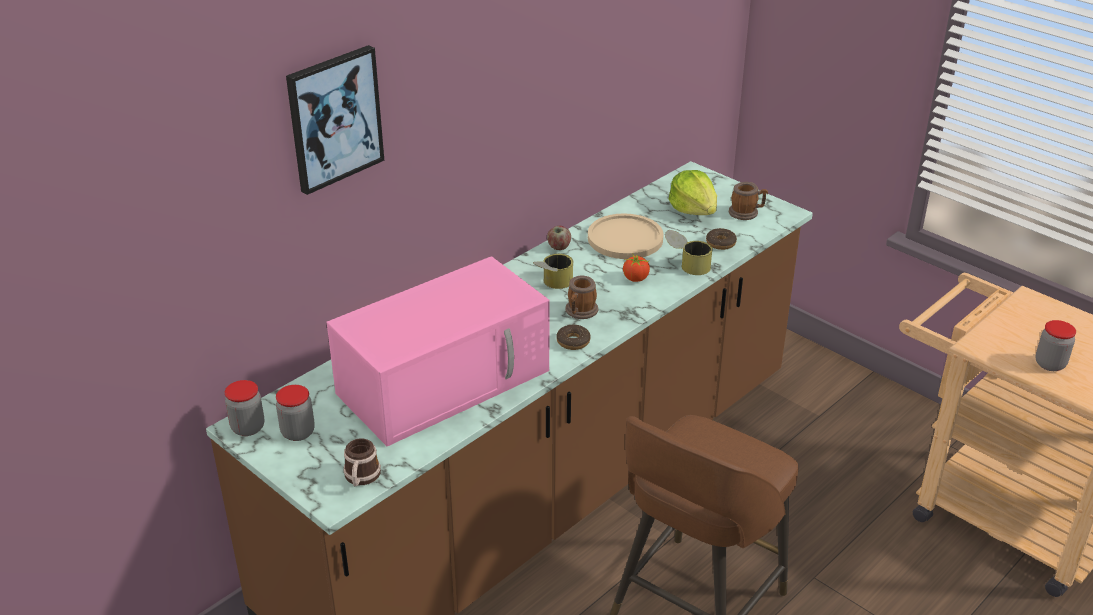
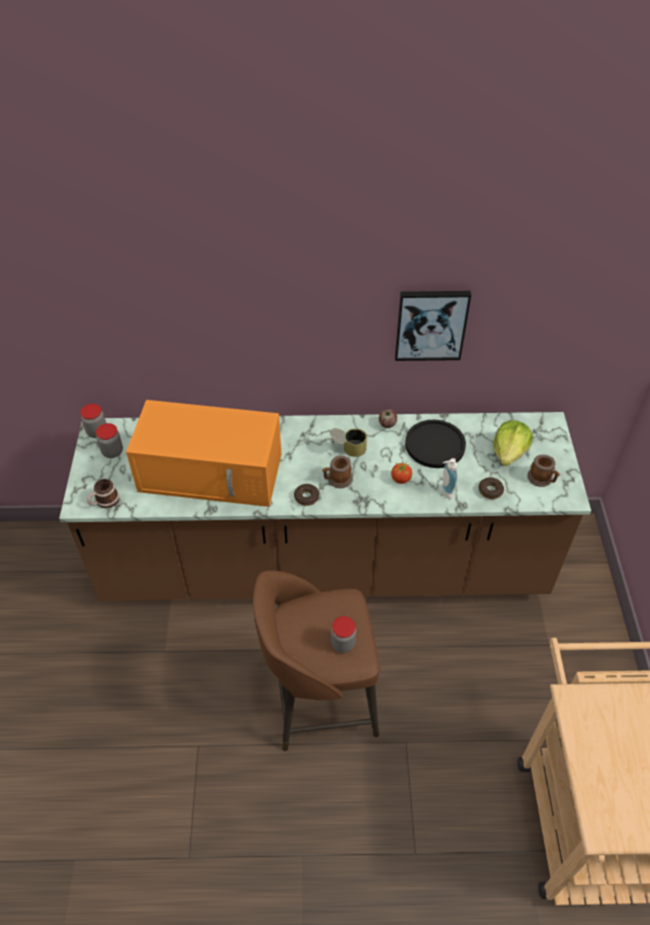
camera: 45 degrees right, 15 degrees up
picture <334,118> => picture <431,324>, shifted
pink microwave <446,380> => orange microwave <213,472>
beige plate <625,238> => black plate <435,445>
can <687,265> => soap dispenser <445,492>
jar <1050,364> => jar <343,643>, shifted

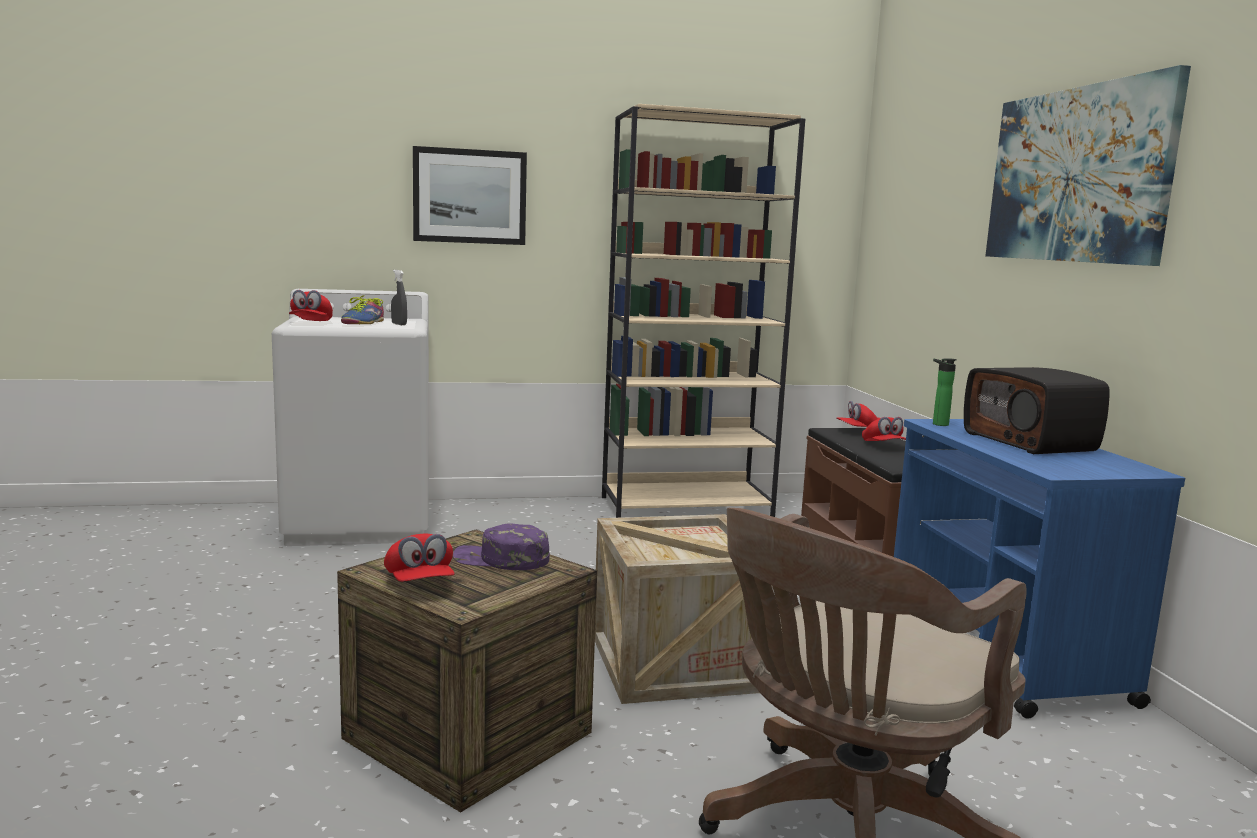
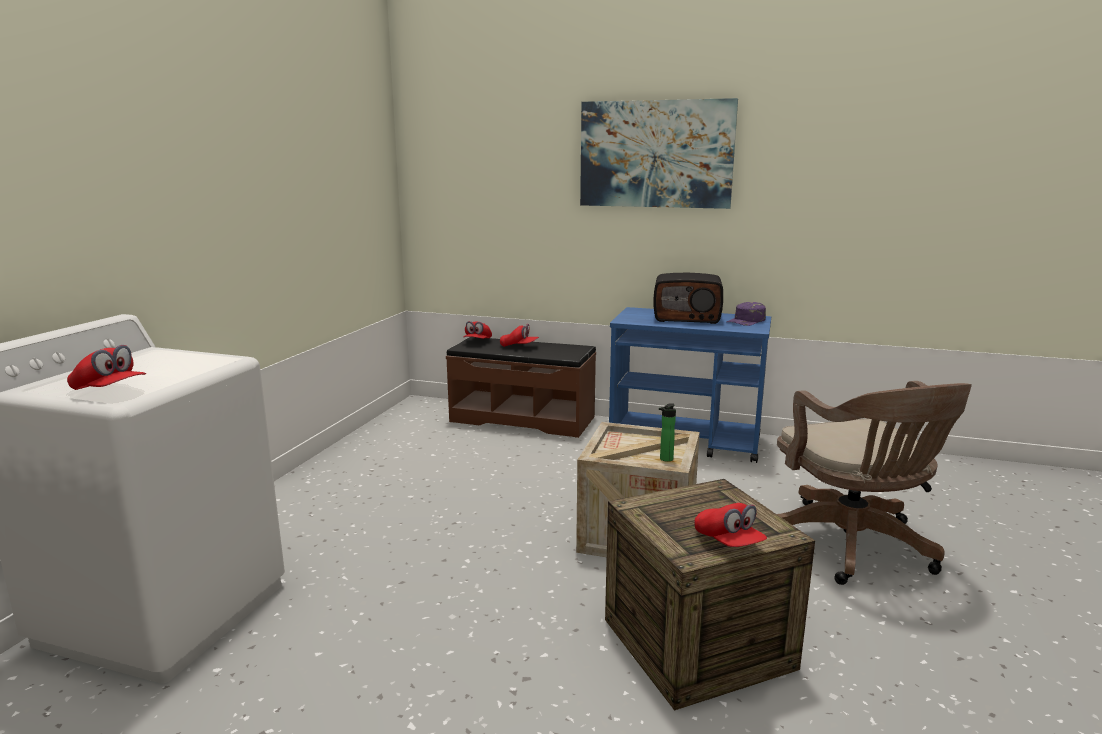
camera: 60 degrees left, 5 degrees up
shoe <364,323> => nothing
red cap <419,583> => red cap <728,542>, 60 degrees clockwise
grey spray bottle <399,324> => nothing
picture <470,196> => nothing
purple cap <501,559> => purple cap <746,321>, shifted
beige bookcase <687,507> => nothing
bottle <937,424> => bottle <665,459>, shifted

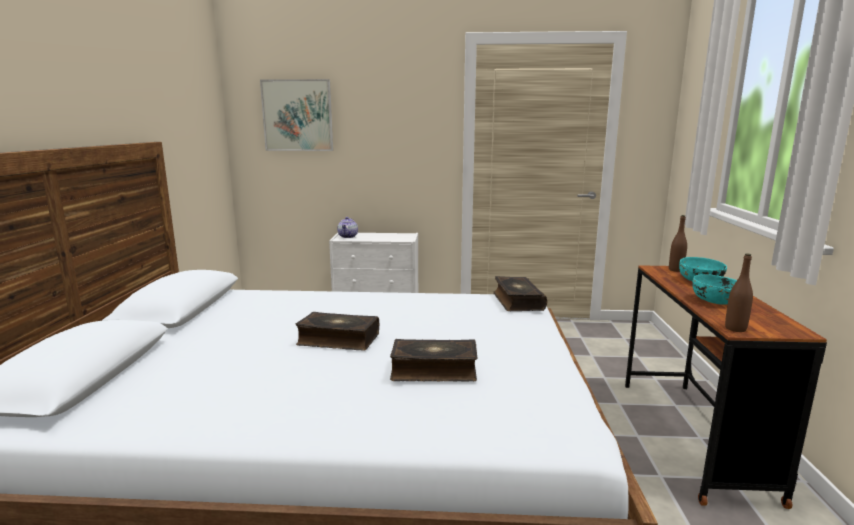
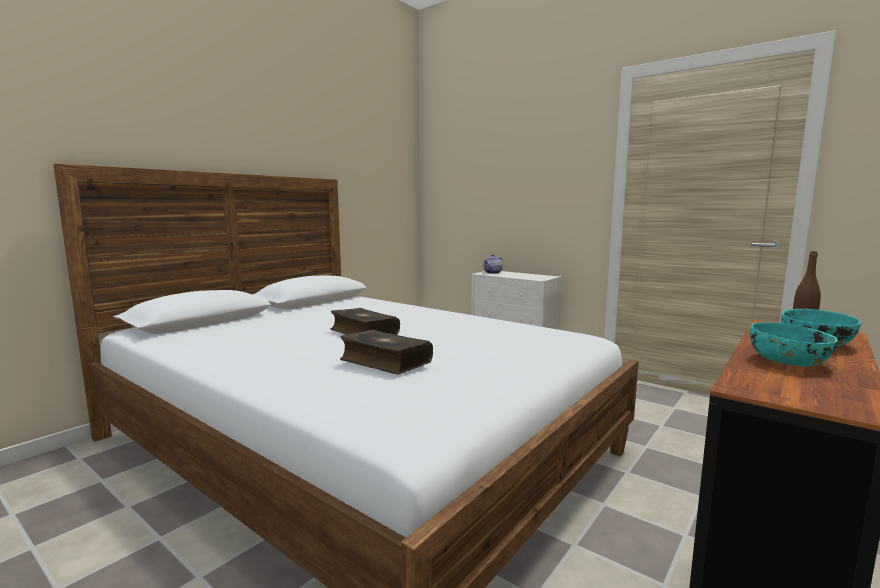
camera: 35 degrees right, 5 degrees down
picture <297,115> => nothing
book <517,301> => nothing
brown bottle <735,328> => nothing

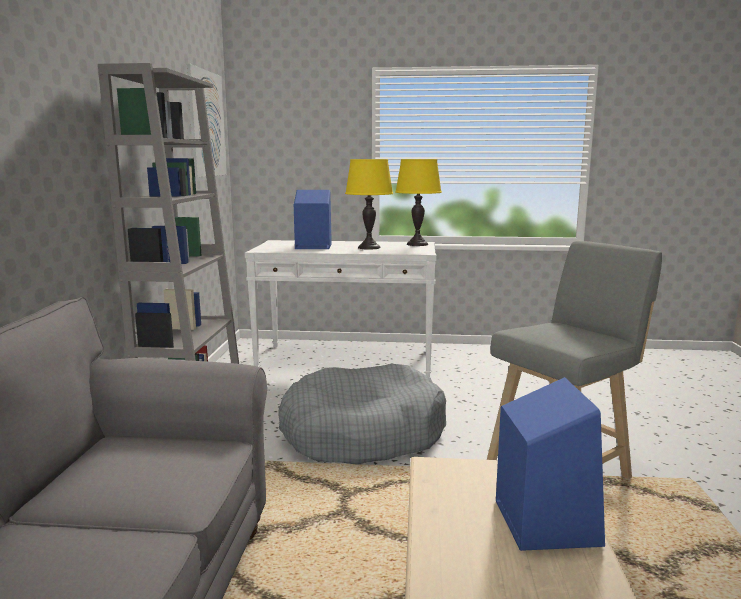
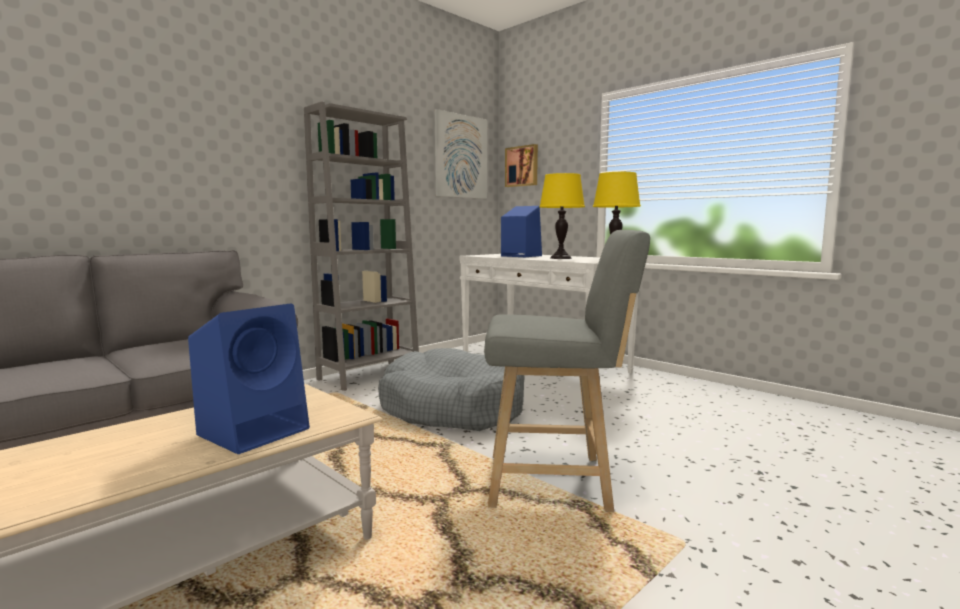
camera: 40 degrees right, 5 degrees down
nothing => picture <522,166>

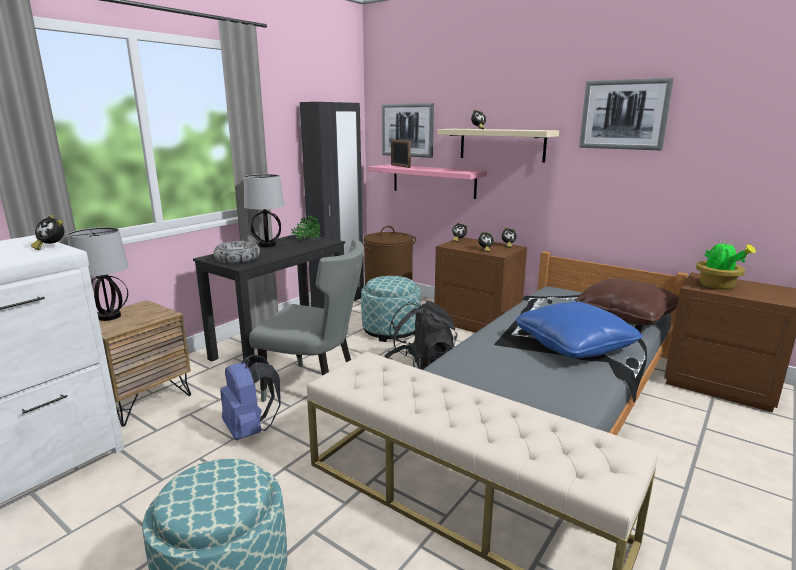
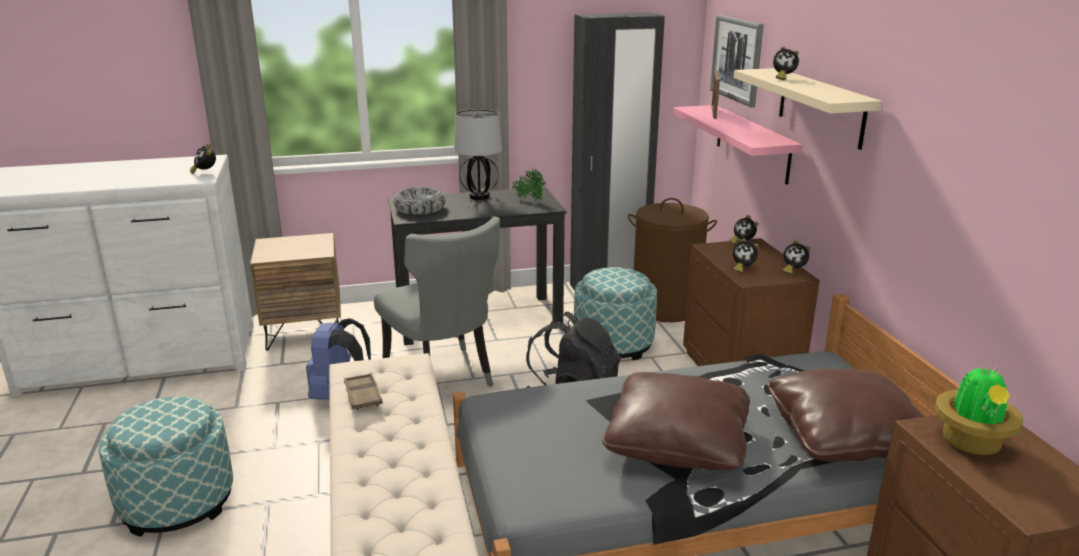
camera: 40 degrees right, 5 degrees up
table lamp <109,317> => nothing
blue pillow <574,345> => brown pillow <677,442>
picture <623,114> => nothing
nothing => brown tray <363,395>

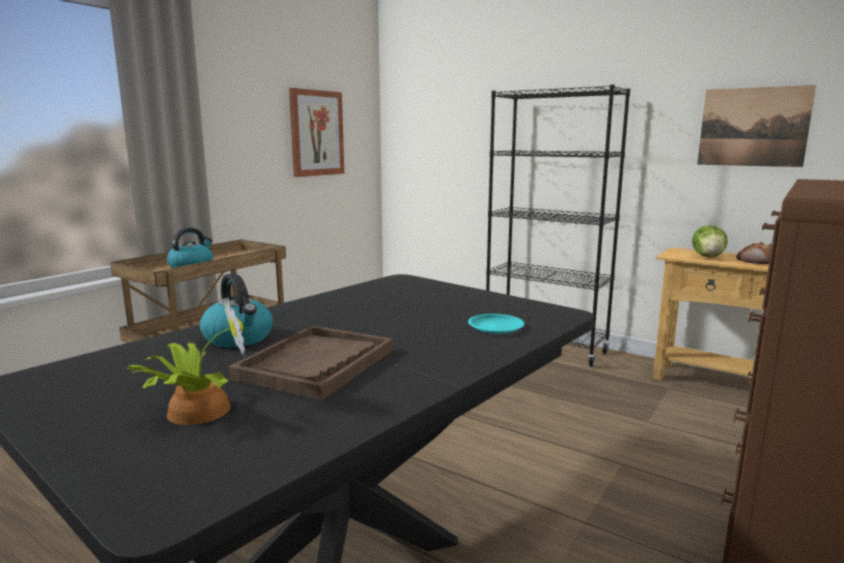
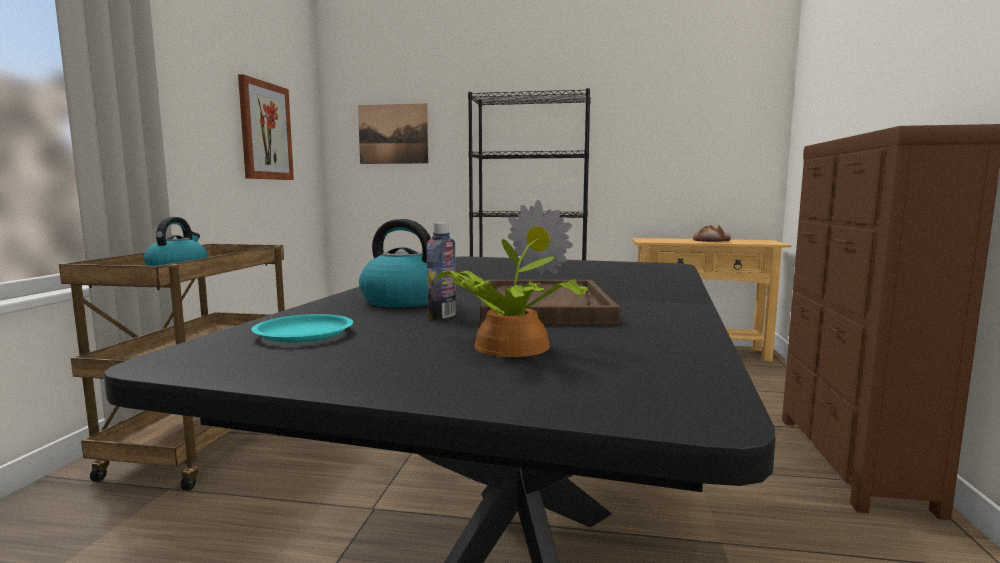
camera: 25 degrees left, 5 degrees down
turquoise plate <496,327> => turquoise plate <305,334>, shifted
lettuce <708,257> => nothing
picture <753,127> => picture <393,134>, shifted
nothing => bottle <442,316>

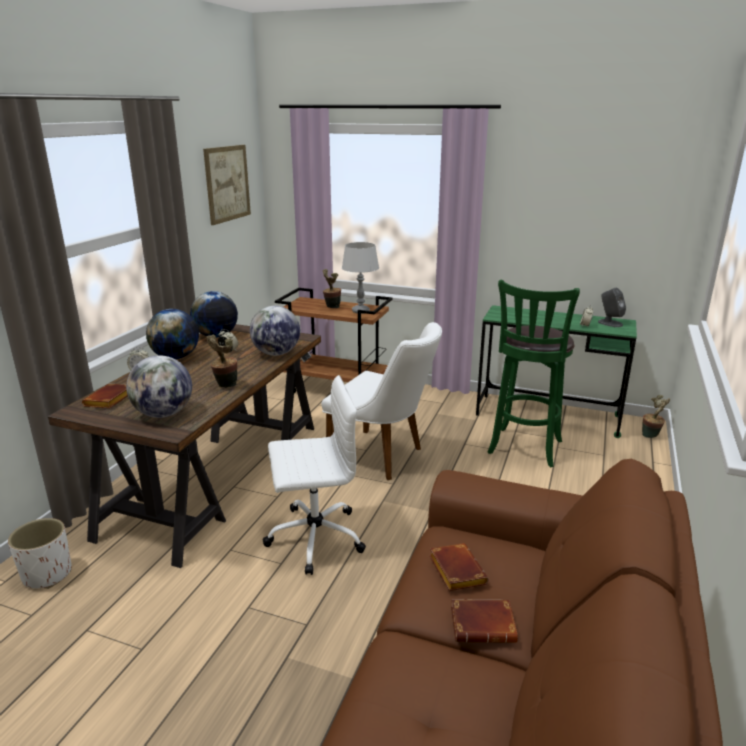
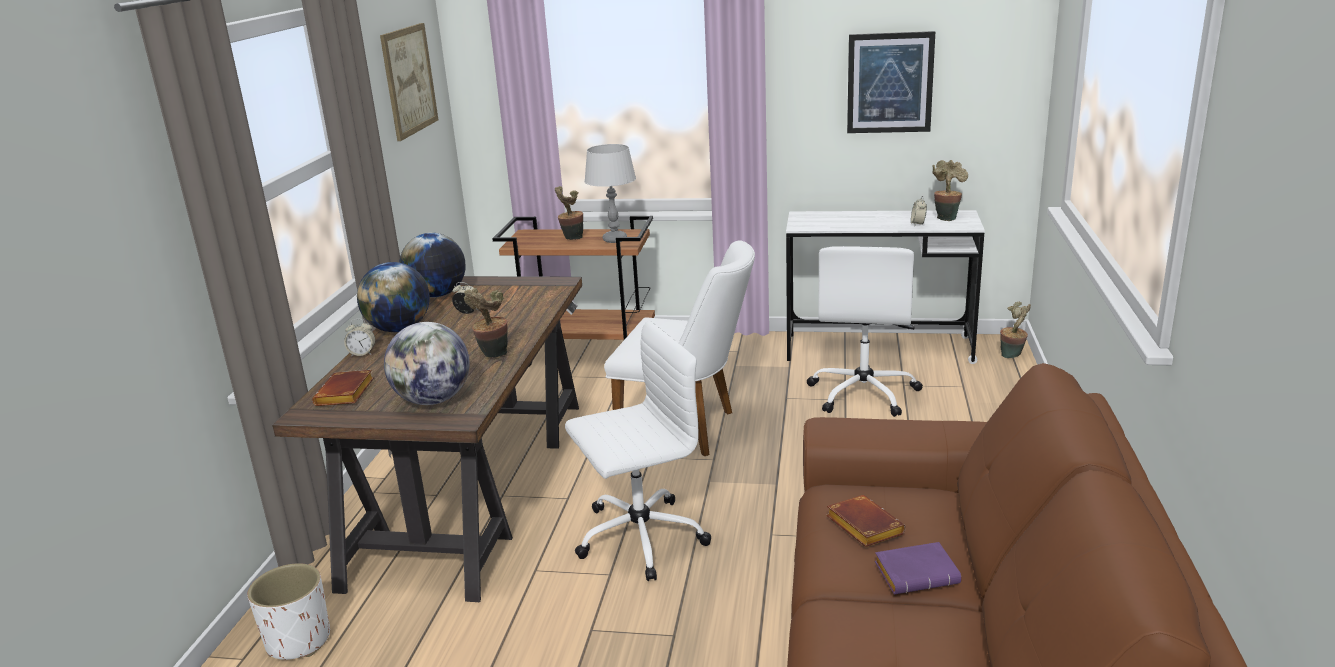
camera: 10 degrees left, 0 degrees up
globe <276,353> => nothing
brown book <484,625> => purple book <917,573>
green desk <547,415> => white desk <878,349>
green stool <524,449> => white office chair <863,393>
grey speaker <609,323> => potted plant <946,217>
nothing => picture <889,83>

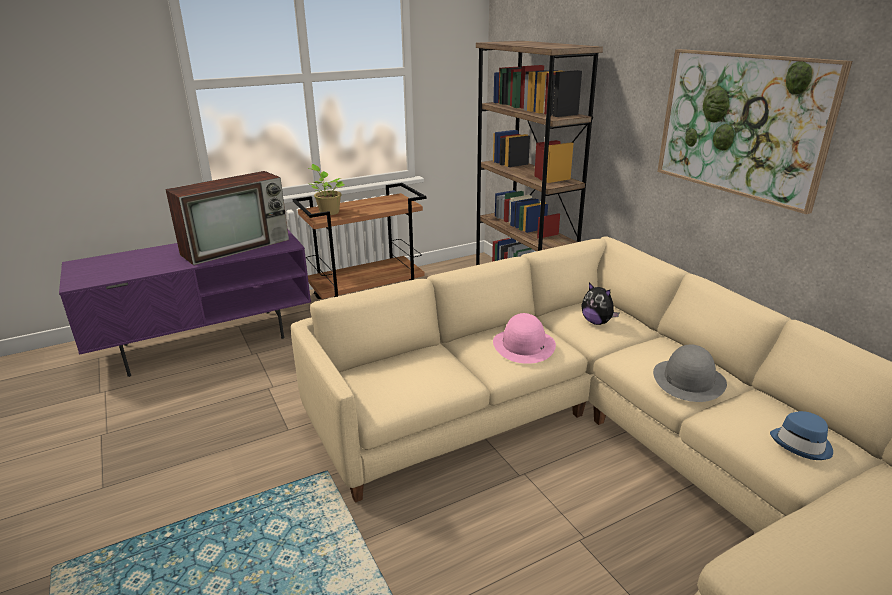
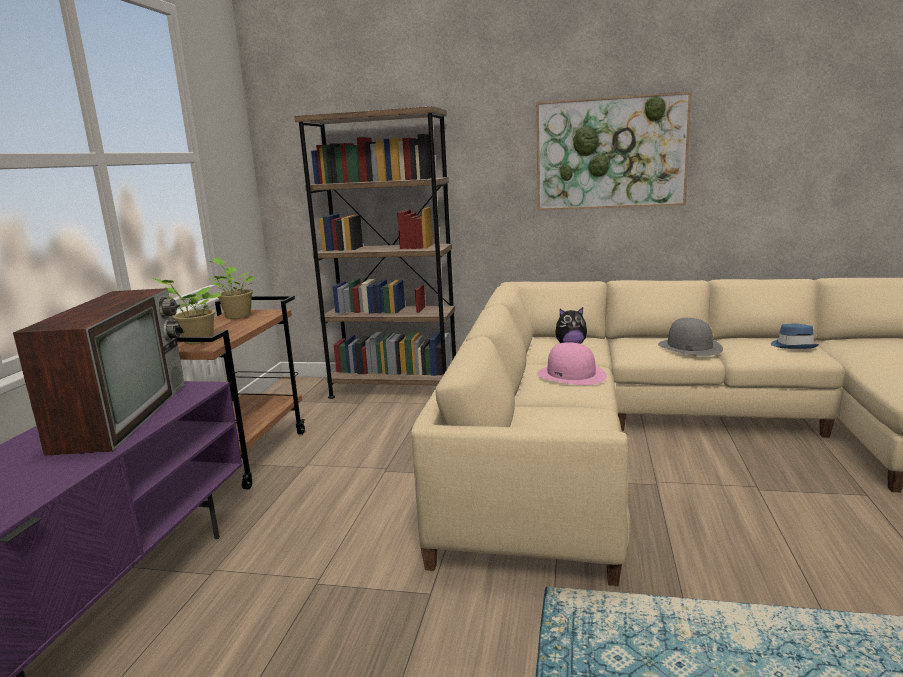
camera: 50 degrees left, 10 degrees down
nothing => potted plant <237,316>

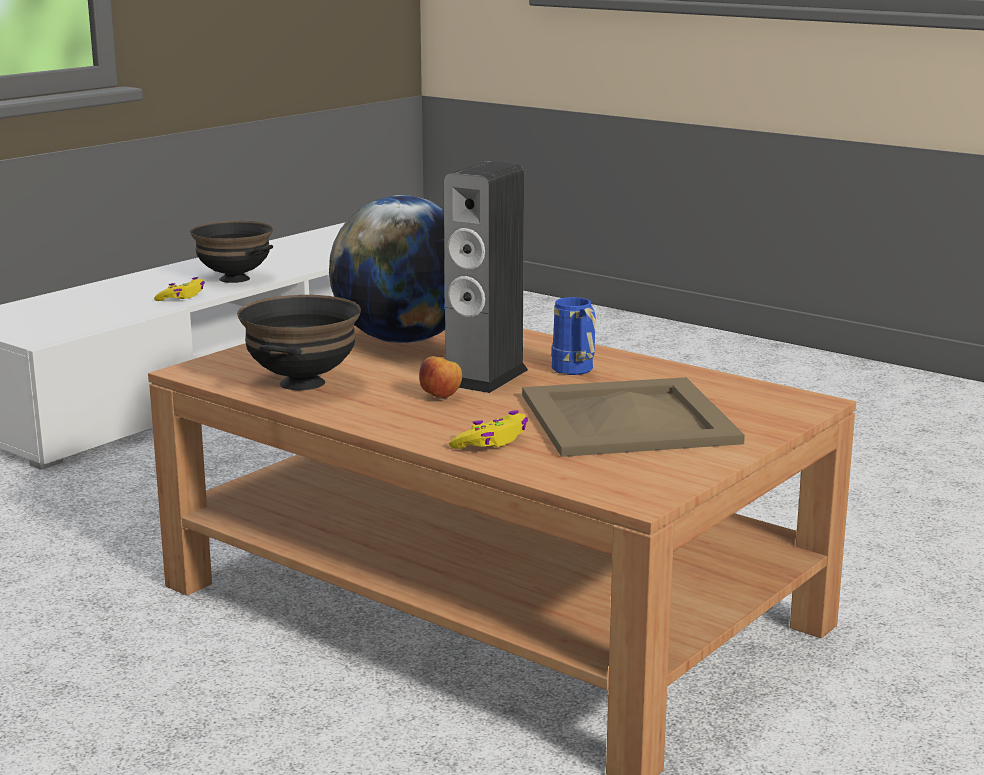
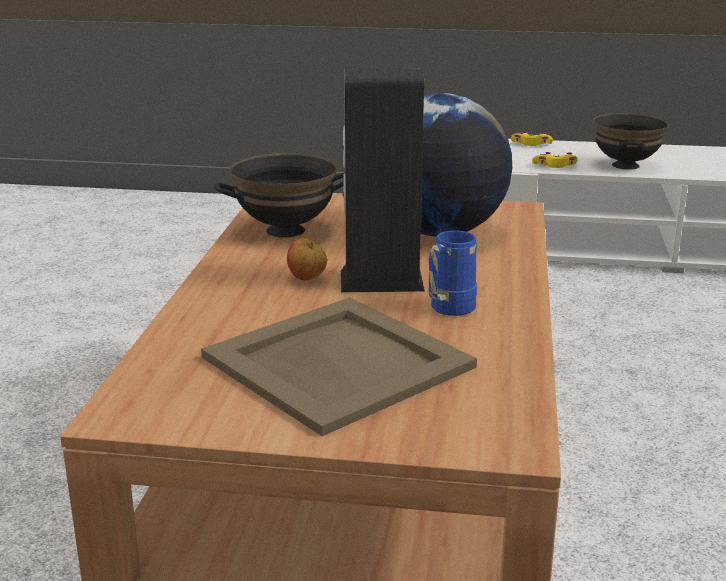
camera: 60 degrees right, 5 degrees up
yellow game controller <491,442> => yellow game controller <531,144>, shifted

